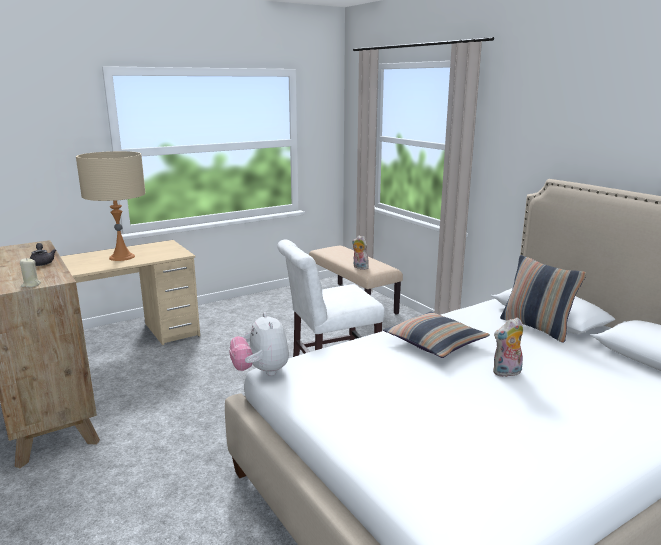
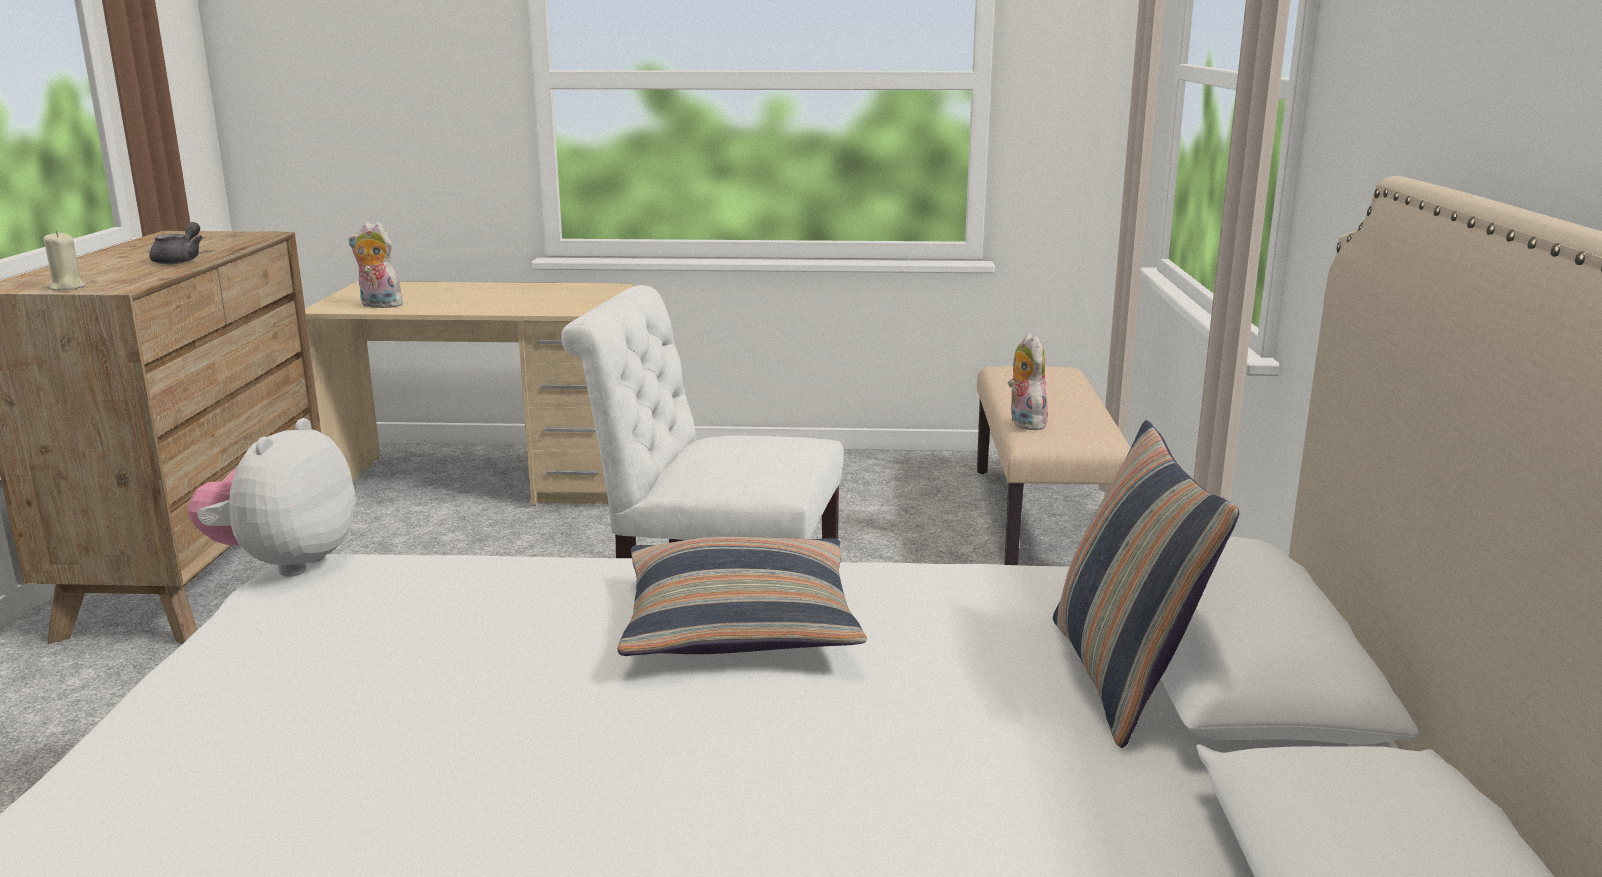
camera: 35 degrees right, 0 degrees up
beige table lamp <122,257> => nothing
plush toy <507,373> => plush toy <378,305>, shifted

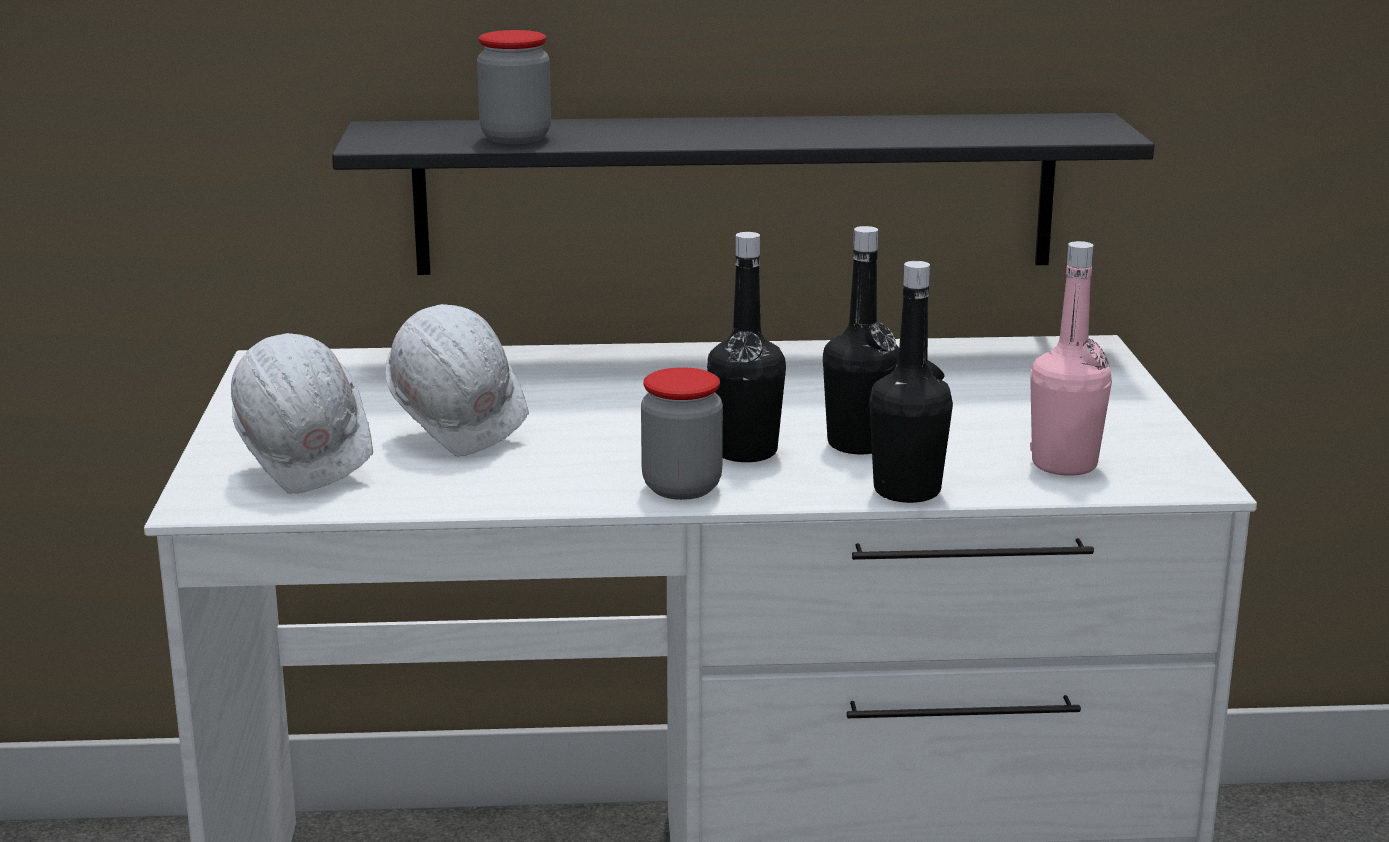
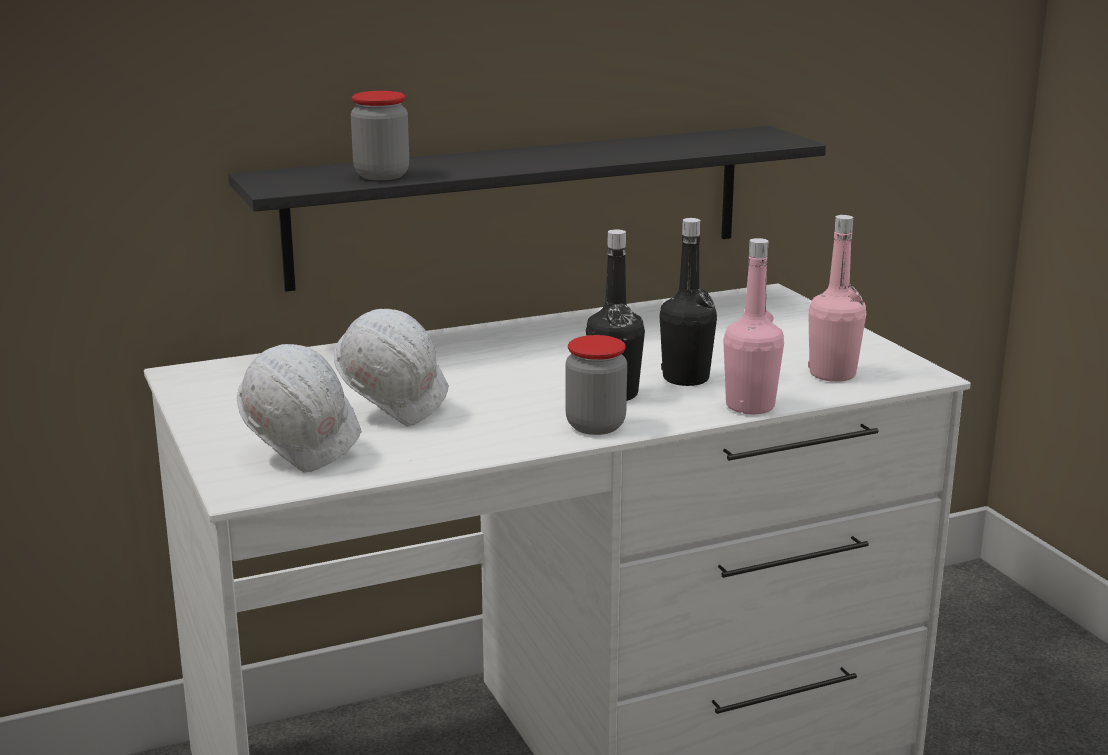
camera: 20 degrees left, 0 degrees up
black bottle <907,491> => pink bottle <750,406>

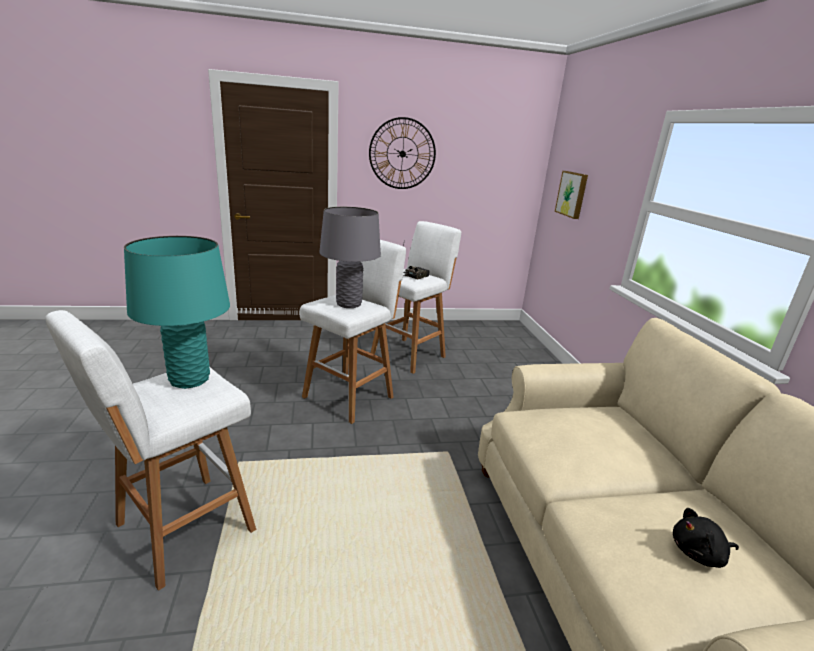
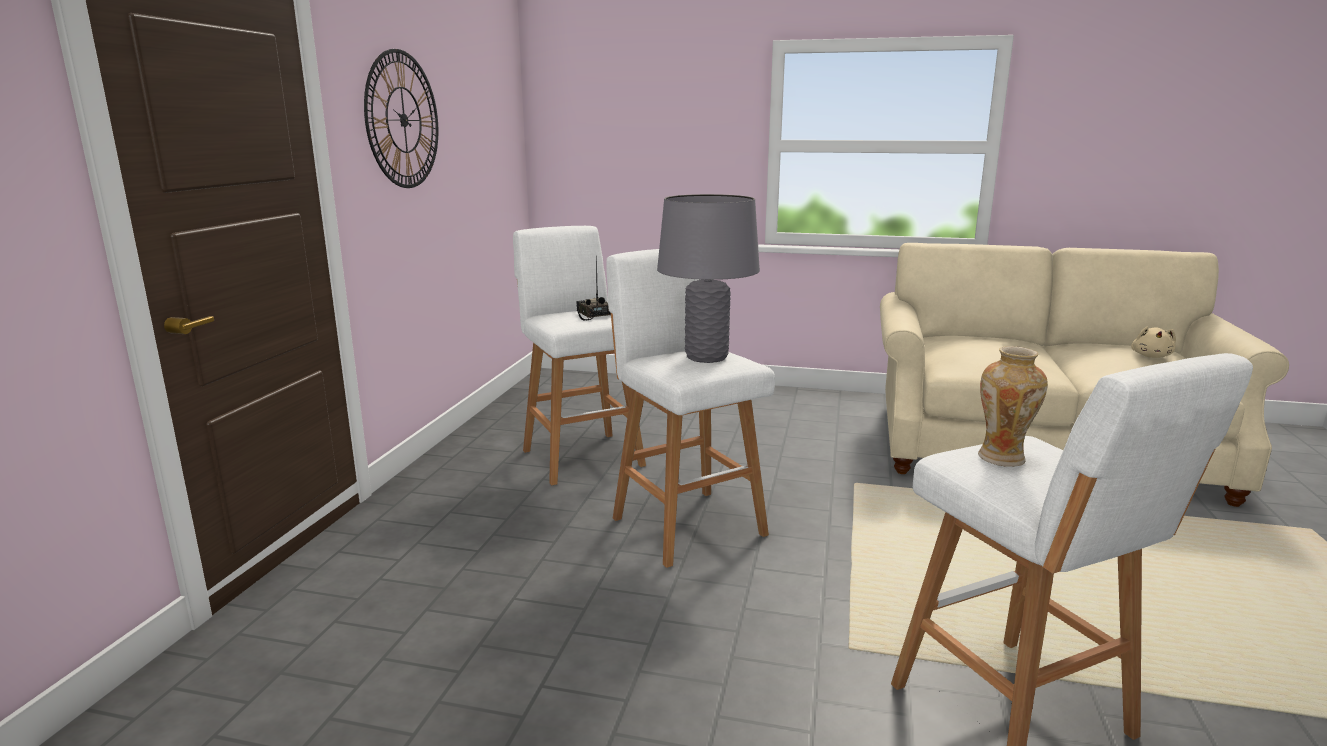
camera: 65 degrees left, 5 degrees down
turquoise table lamp <189,380> => vase <1003,458>
picture <572,194> => nothing
black plush toy <699,554> => beige plush toy <1151,356>

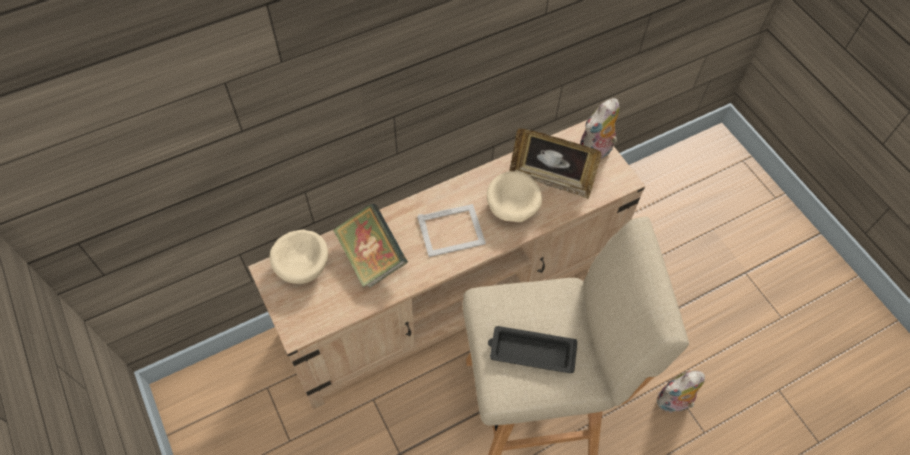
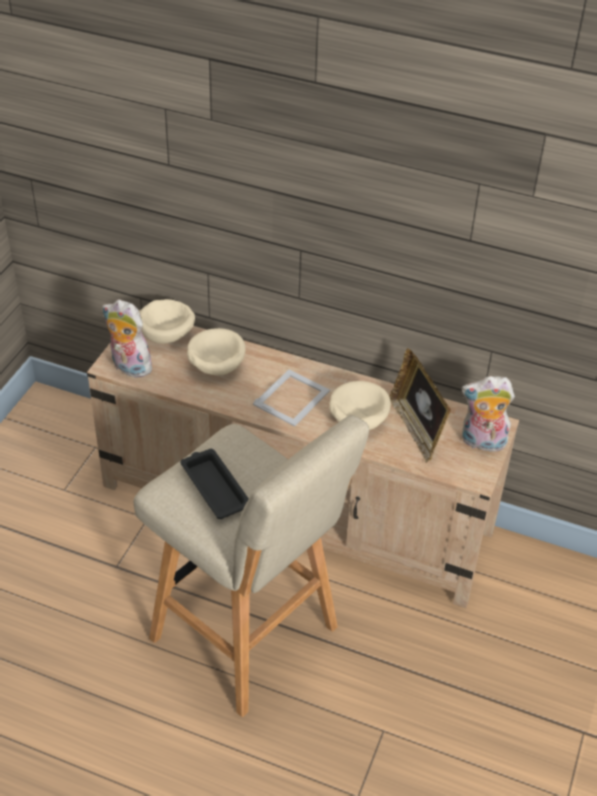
camera: 50 degrees right, 15 degrees down
book <371,257> => beige bowl <215,366>
picture frame <452,230> => picture frame <292,397>, 90 degrees counterclockwise
plush toy <673,403> => plush toy <128,367>, shifted

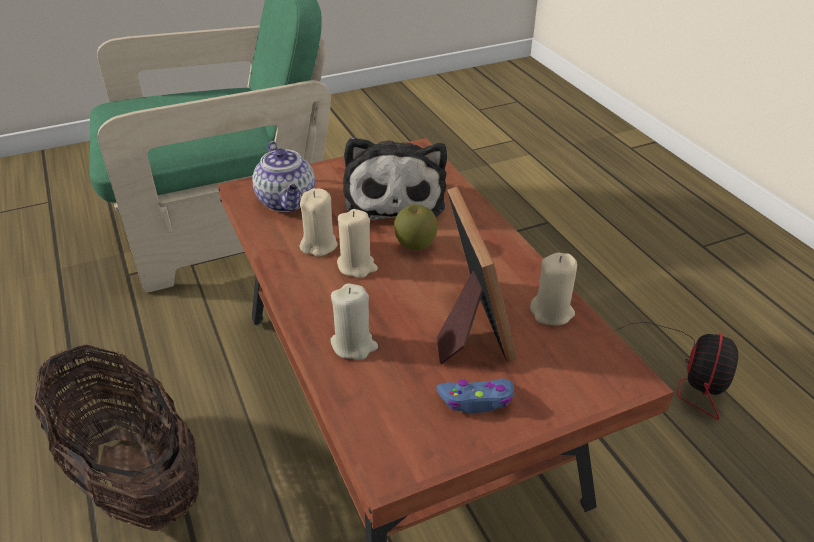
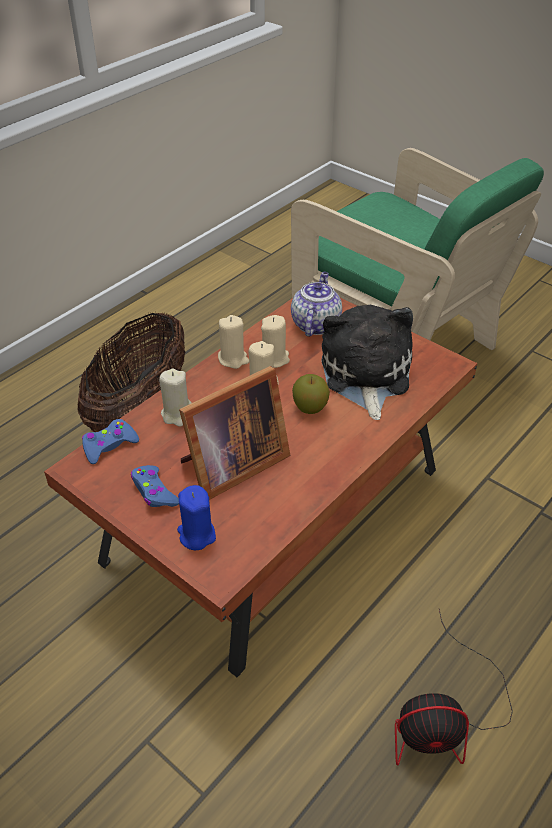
camera: 65 degrees right, 5 degrees up
teapot <287,202> => teapot <315,324>, 150 degrees clockwise
plush toy <394,197> => plush toy <365,375>, 120 degrees clockwise
beige candle <552,312> => beige candle <233,359>, shifted
nothing => blue game controller <109,445>
nothing => blue candle <196,535>

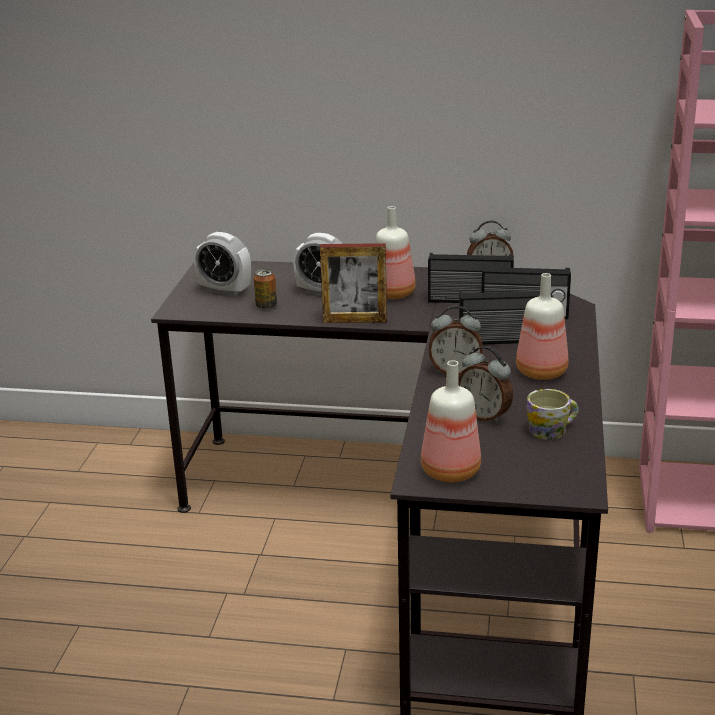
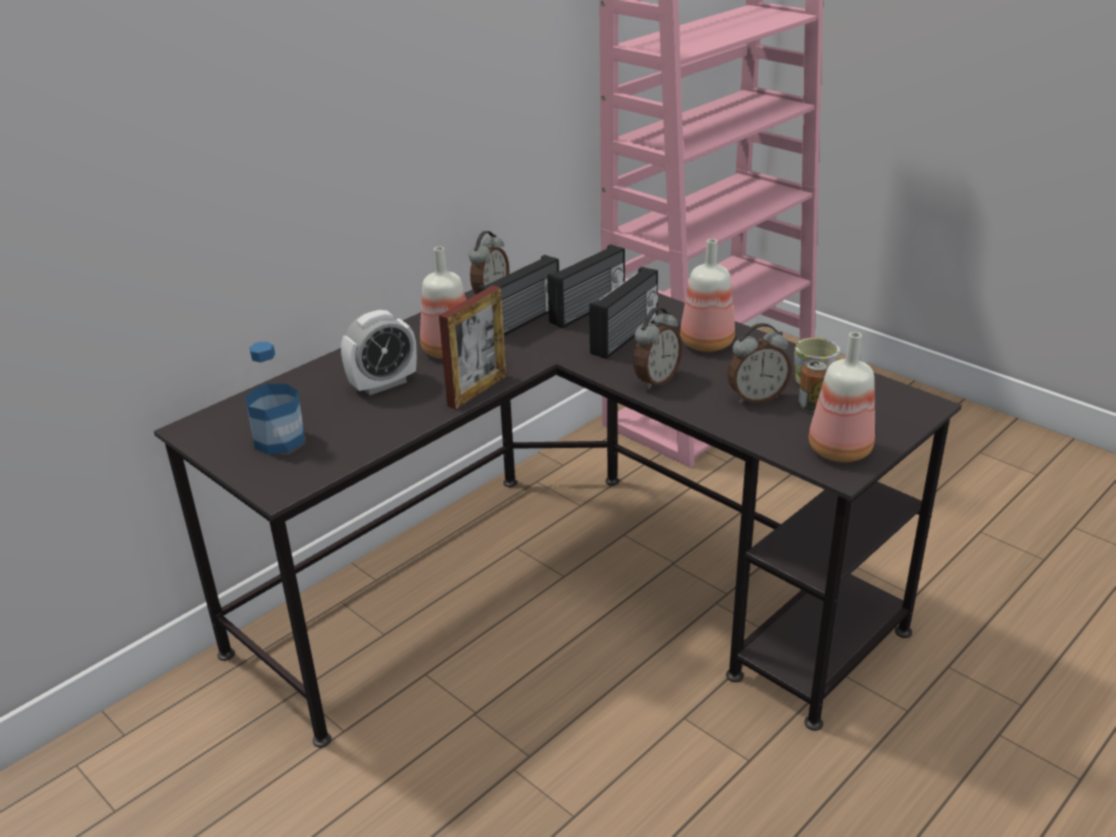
camera: 55 degrees left, 5 degrees up
alarm clock <225,291> => bottle <279,440>
can <266,306> => can <812,406>, shifted

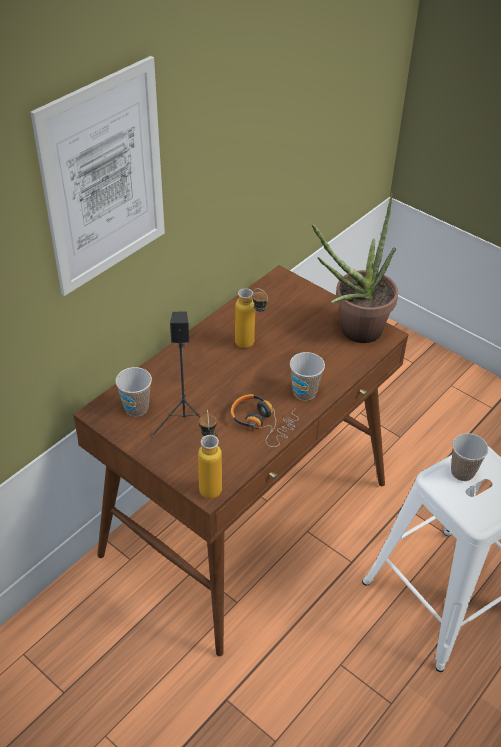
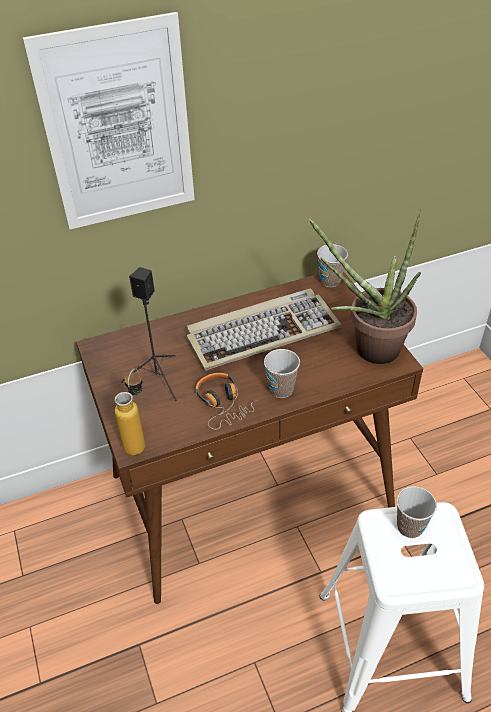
camera: 30 degrees right, 0 degrees up
cup <136,408> => cup <330,281>, shifted
bottle <251,346> => keyboard <262,332>

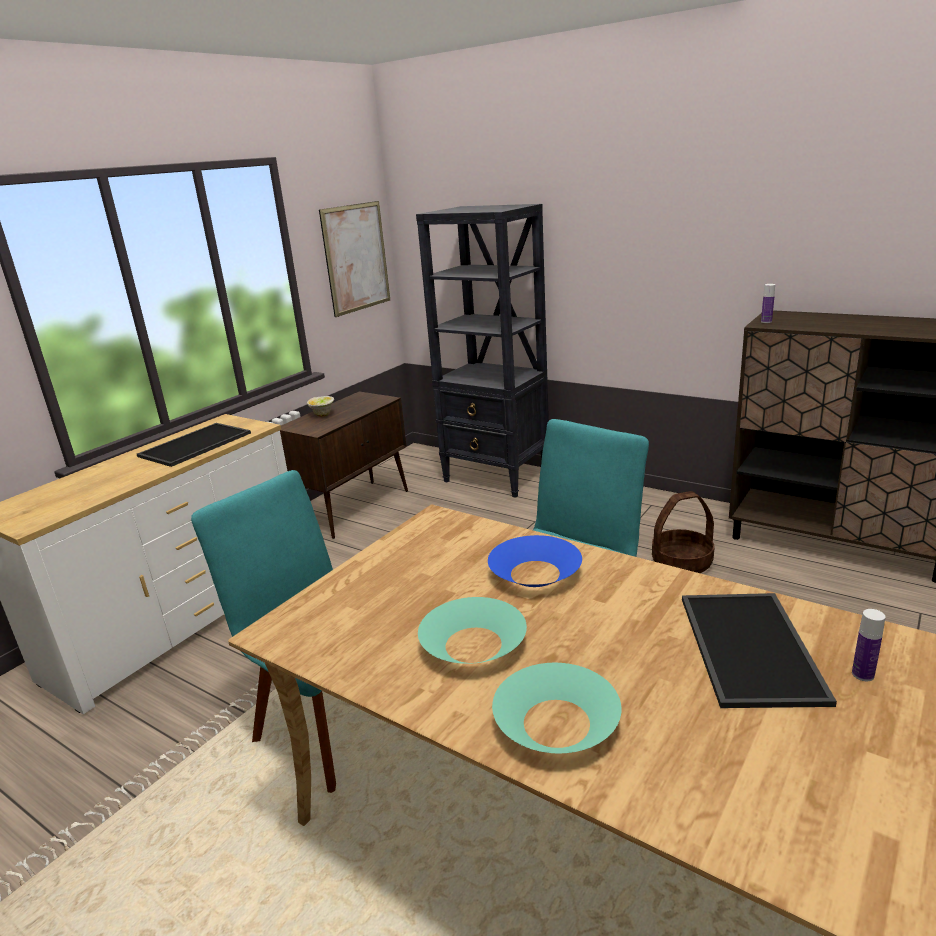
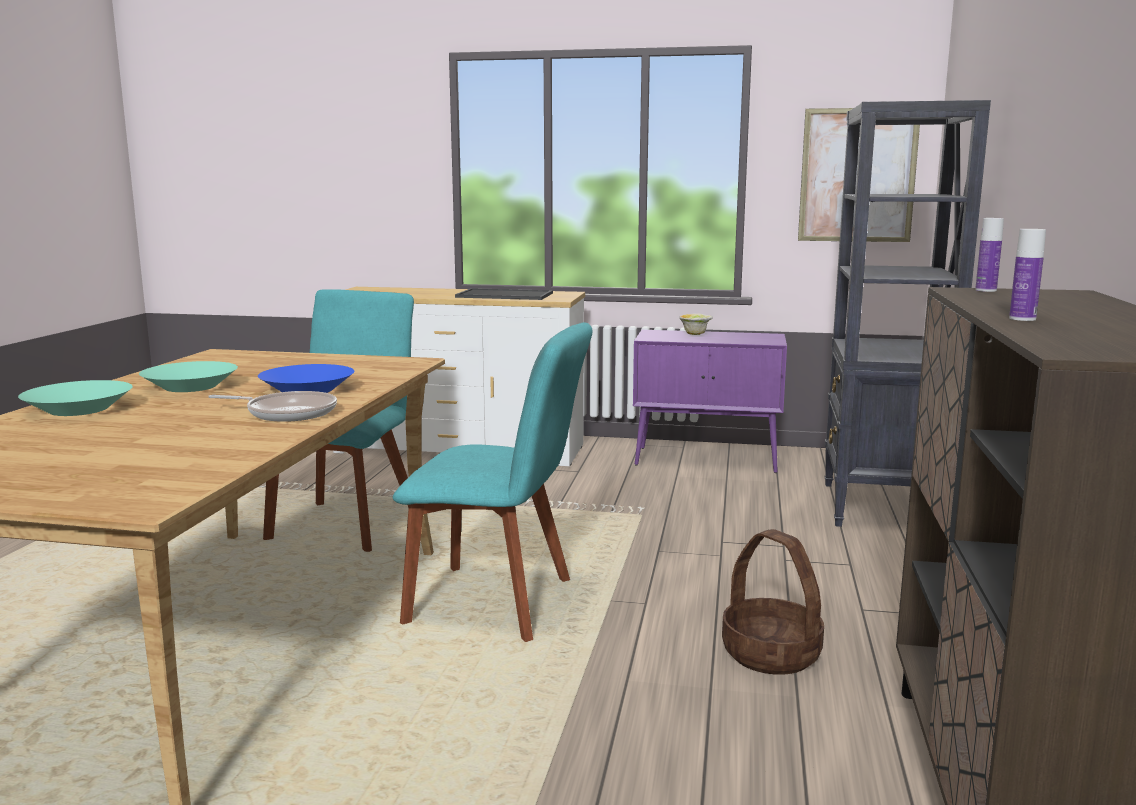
camera: 65 degrees right, 10 degrees down
brown cabinet <355,508> => purple cabinet <707,460>
tray <753,648> => nothing
bottle <862,674> => bottle <1022,319>, shifted
nothing => frying pan <287,413>

